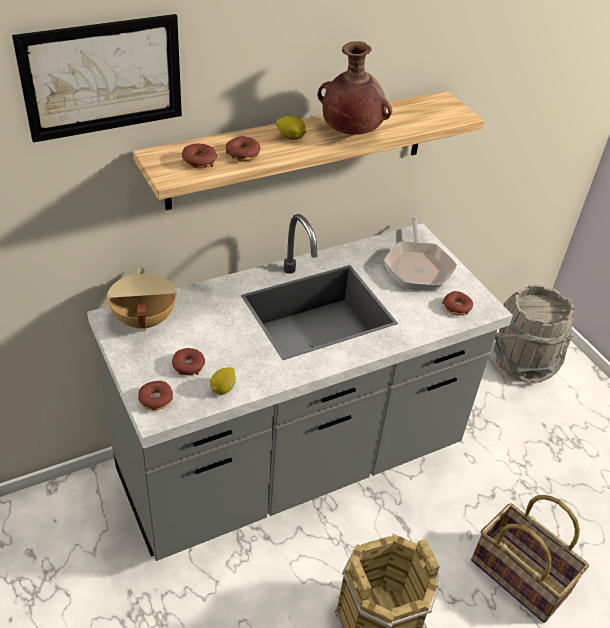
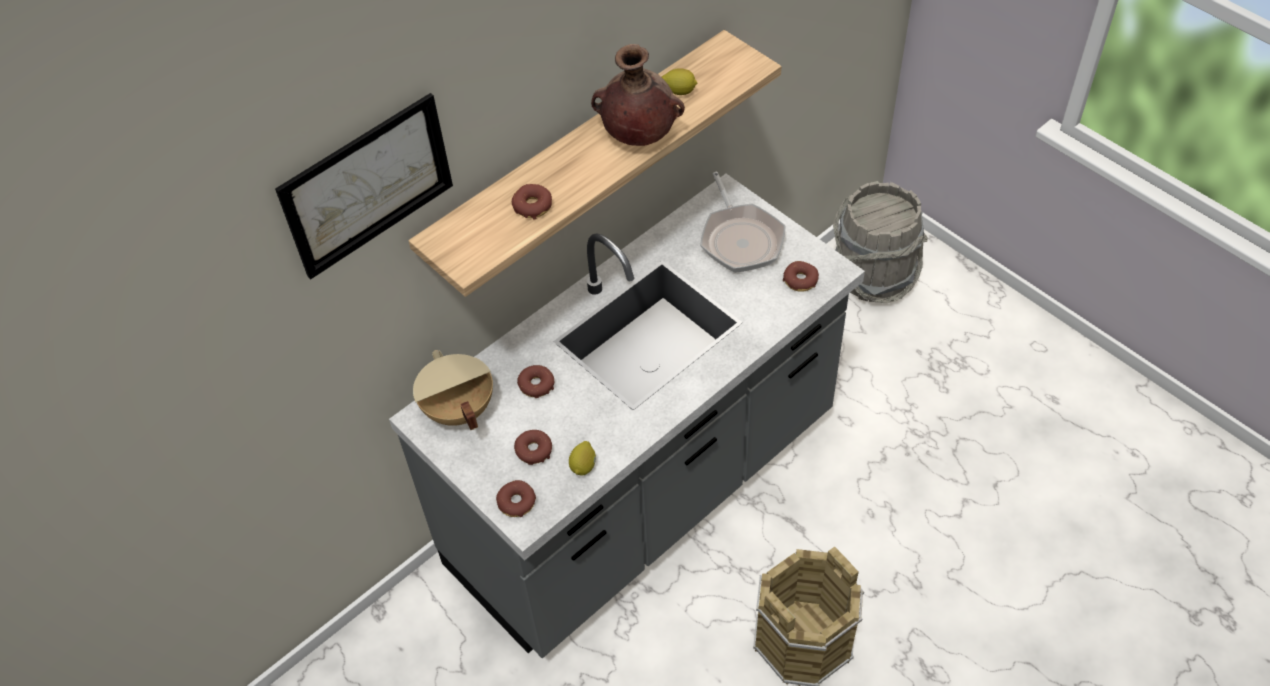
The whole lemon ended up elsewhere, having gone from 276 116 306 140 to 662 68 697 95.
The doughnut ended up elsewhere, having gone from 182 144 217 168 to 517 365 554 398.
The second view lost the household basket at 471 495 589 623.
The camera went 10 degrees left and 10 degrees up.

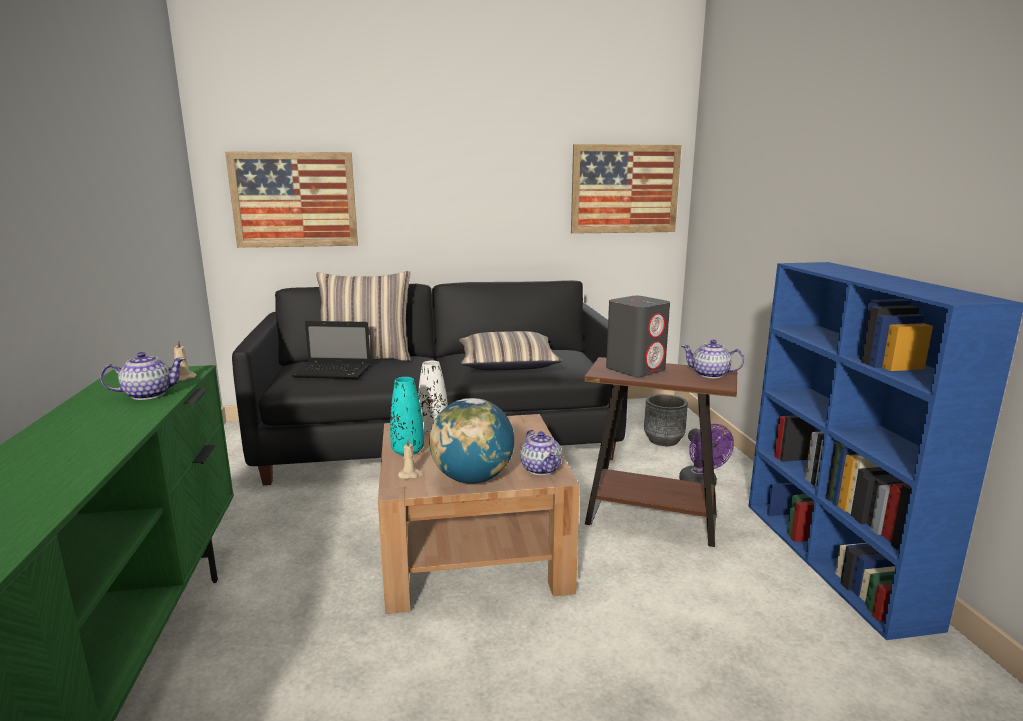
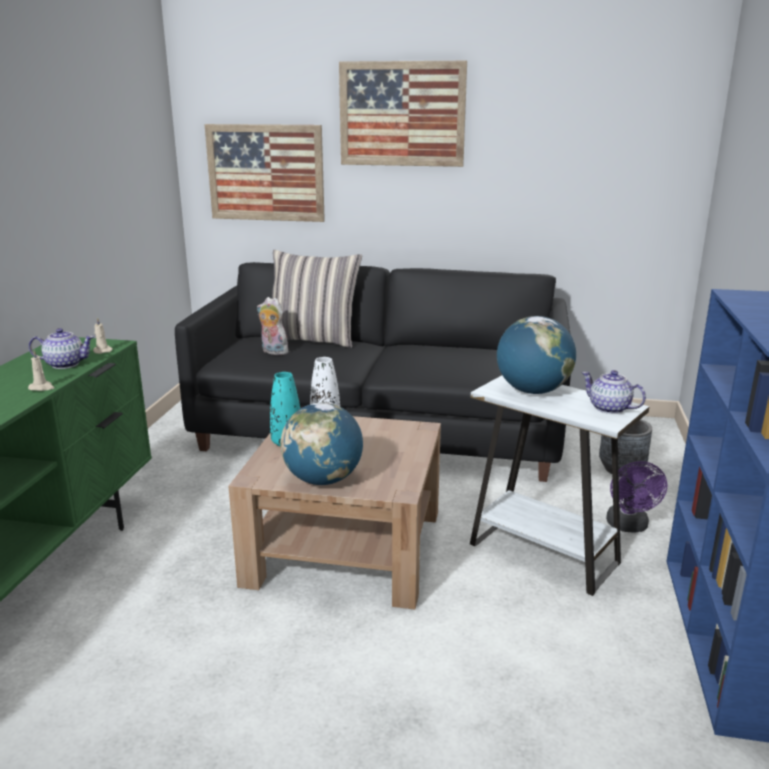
The picture ended up elsewhere, having gone from 571 144 681 234 to 339 61 467 167.
Where the grey speaker stood at 606 296 670 377, the world globe came to stand at 497 316 576 394.
Where the portable computer stood at 292 321 371 379, the soft toy came to stand at 257 297 290 355.
The second view lost the cushion at 459 331 562 370.
What was the brown-coloured accent table at 584 357 737 547 turned into the white accent table at 470 375 649 596.
The second view lost the teapot at 520 430 562 475.
The sand-coloured wax light ended up elsewhere, having gone from 398 438 424 479 to 28 350 55 391.
The camera went 20 degrees right and 5 degrees up.

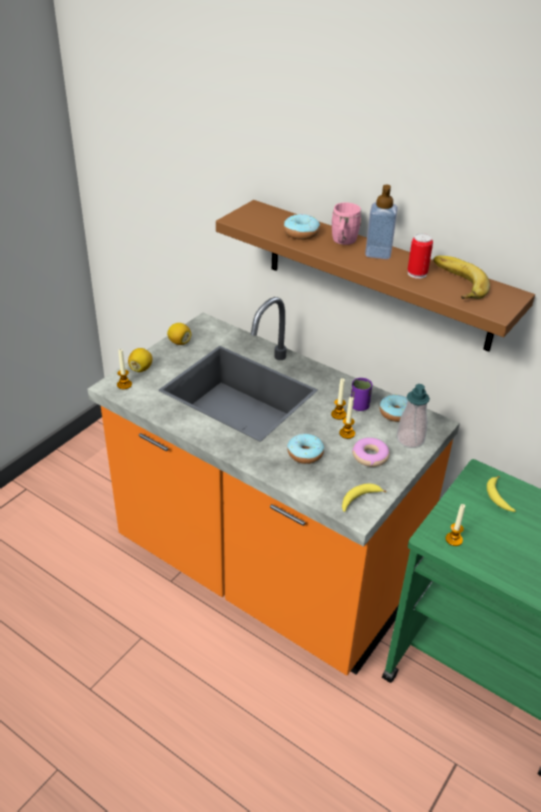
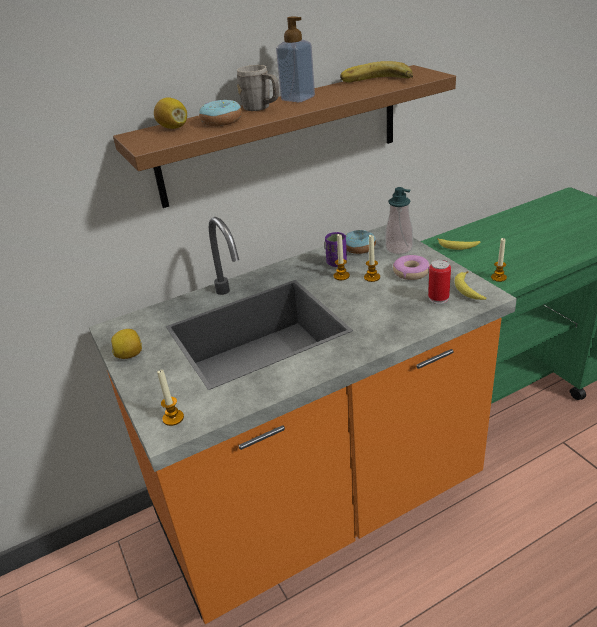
What was the pink-coloured tea mug at 332 202 361 245 turned into the grey tea mug at 237 65 279 111.
The sealed can ended up elsewhere, having gone from 407 233 433 279 to 428 259 451 304.
The whole lemon ended up elsewhere, having gone from 128 348 152 372 to 154 97 187 129.
The second view lost the doughnut at 287 434 324 464.
The camera went 60 degrees left and 5 degrees down.

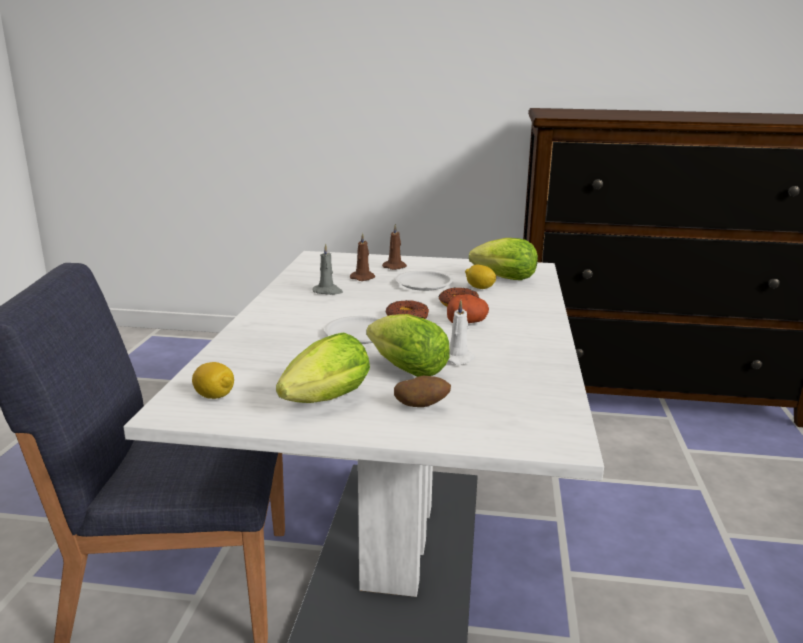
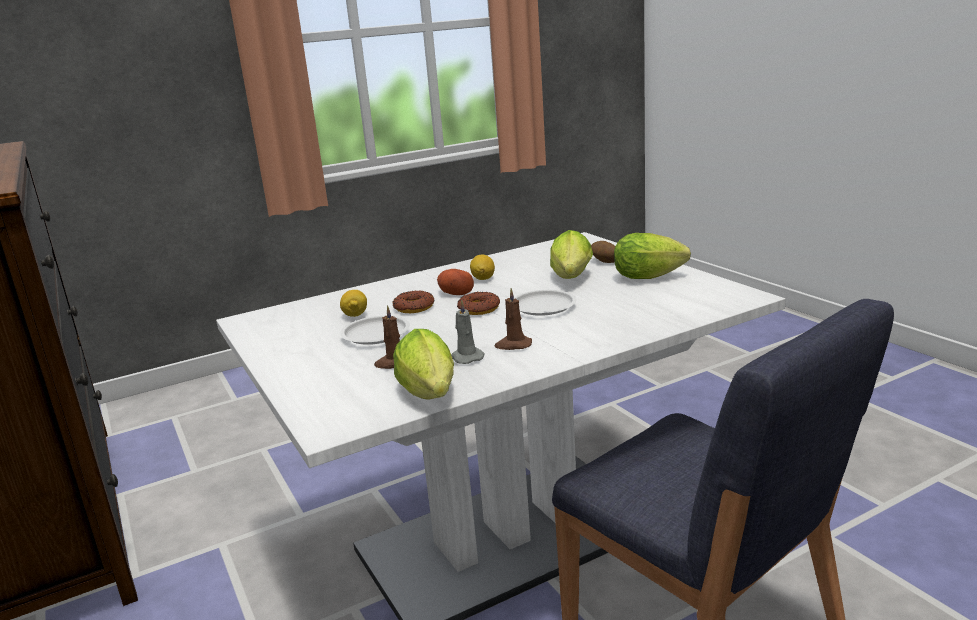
The brown-coloured wax light ended up elsewhere, having gone from 382 224 407 270 to 495 288 532 350.
The lettuce head ended up elsewhere, having gone from 469 238 538 280 to 393 329 454 400.
The second view lost the white wax light at 448 300 475 365.
The whole lemon ended up elsewhere, having gone from 192 362 234 399 to 470 255 495 280.
The camera went 125 degrees left and 0 degrees up.

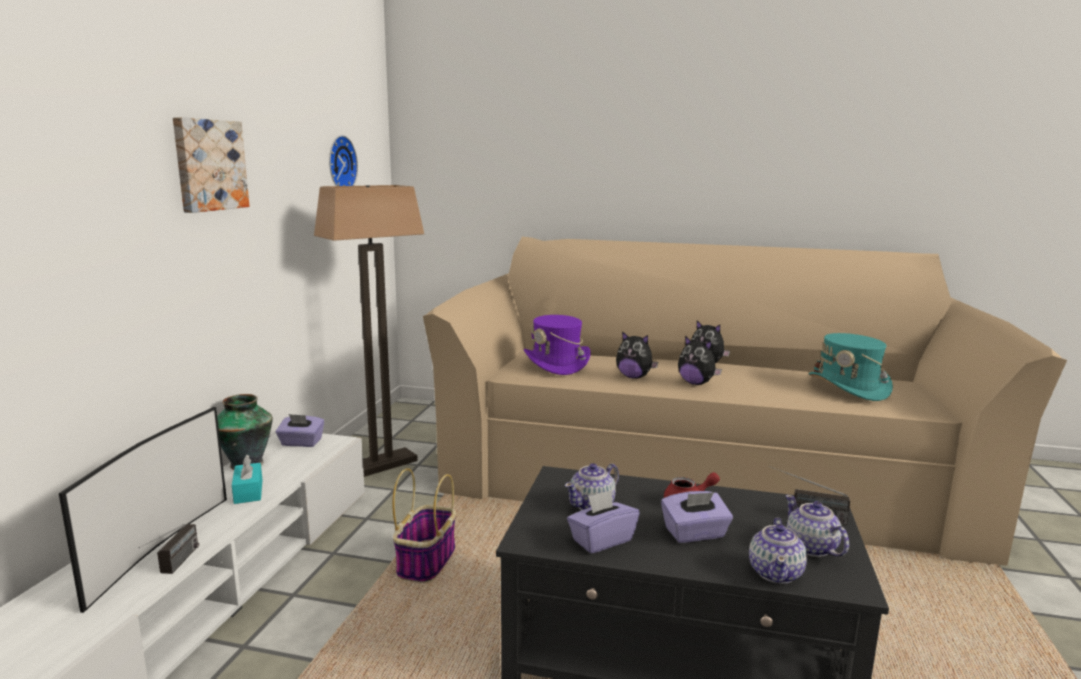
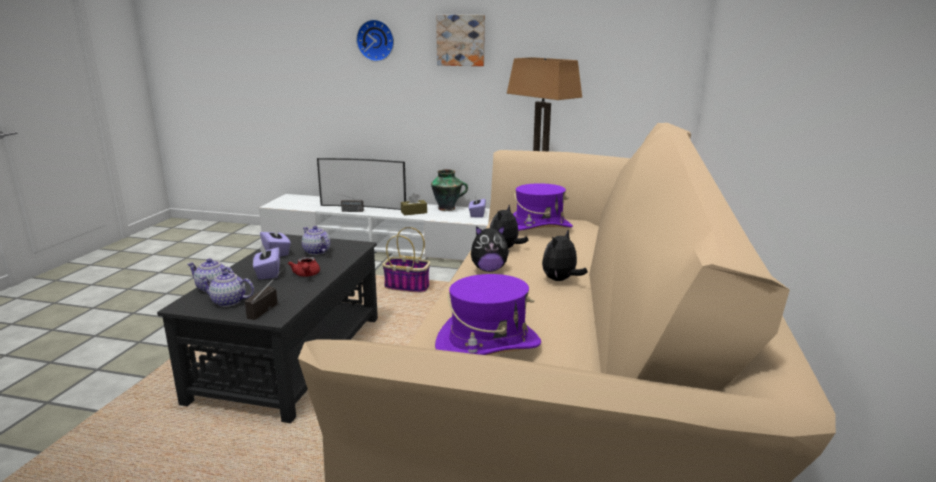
The clock on the wall ended up elsewhere, having gone from 329 135 358 186 to 356 19 394 62.
What was the blue-green clothing hat at 809 333 893 401 turned into the purple-coloured clothing hat at 435 274 541 355.
The soft toy at 678 336 722 385 ended up facing another way, 135 degrees counterclockwise from before.
What was the blue-green tissue holder at 232 455 262 504 turned into the brown-coloured tissue holder at 401 193 427 215.
The teapot at 785 495 849 557 ended up facing another way, 150 degrees counterclockwise from before.
The camera went 90 degrees right and 5 degrees up.

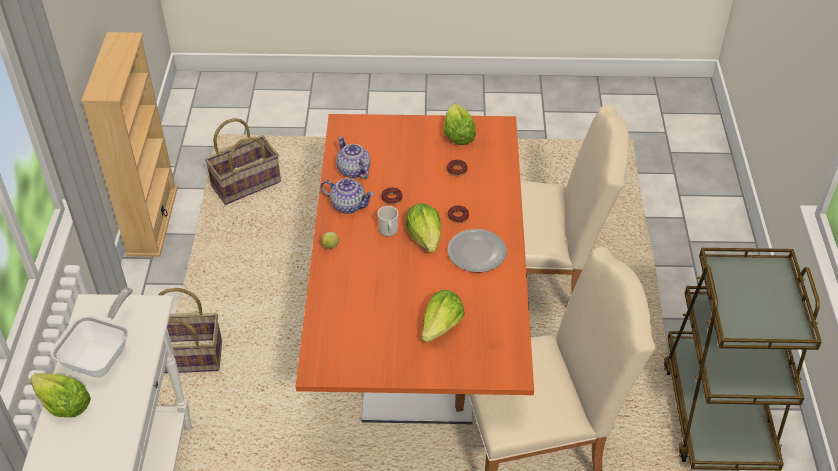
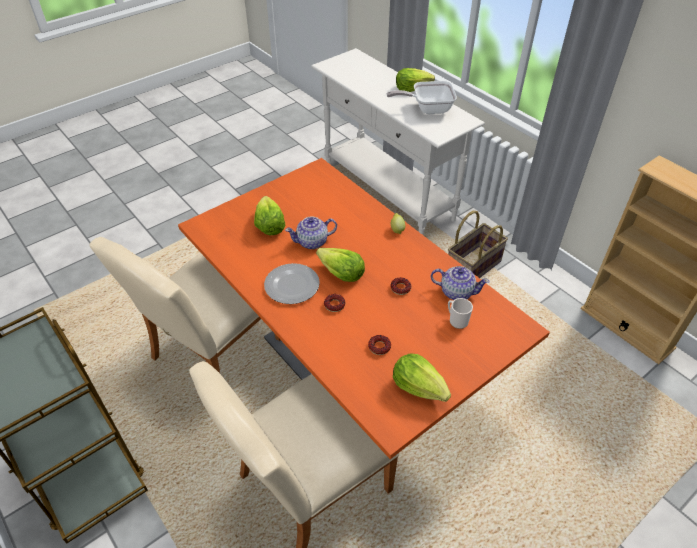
The second view lost the household basket at 205 118 281 205.
The teapot ended up elsewhere, having gone from 321 178 374 214 to 285 216 337 249.
The tea mug ended up elsewhere, having gone from 377 206 398 237 to 448 298 473 329.
The skillet at 51 287 133 378 ended up facing another way, 105 degrees clockwise from before.
The camera went 140 degrees right and 0 degrees up.

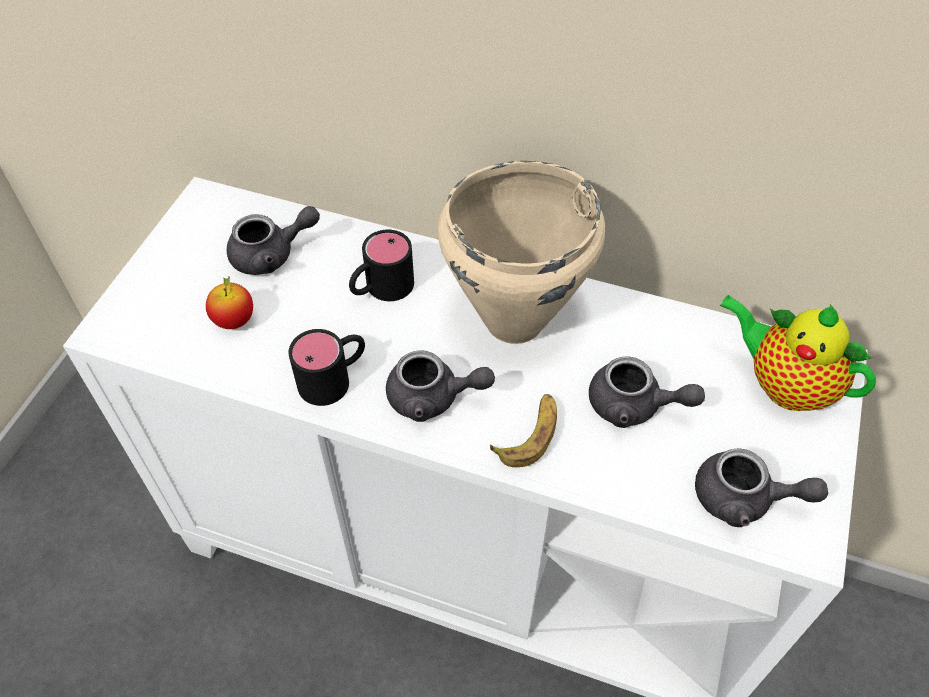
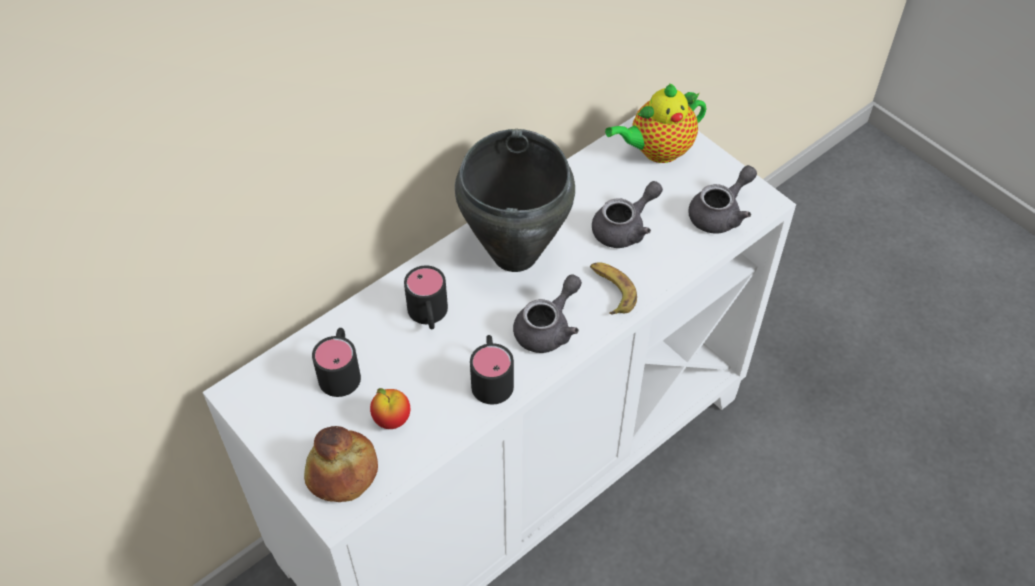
What was the sand-coloured saucepot at 438 161 605 344 turned into the black-coloured saucepot at 455 129 575 272.
Where the grey teapot stood at 227 206 320 275, the black-coloured tea mug came to stand at 312 328 361 397.
The second view gained the bakery bread at 304 426 378 502.
The camera went 60 degrees left and 0 degrees up.

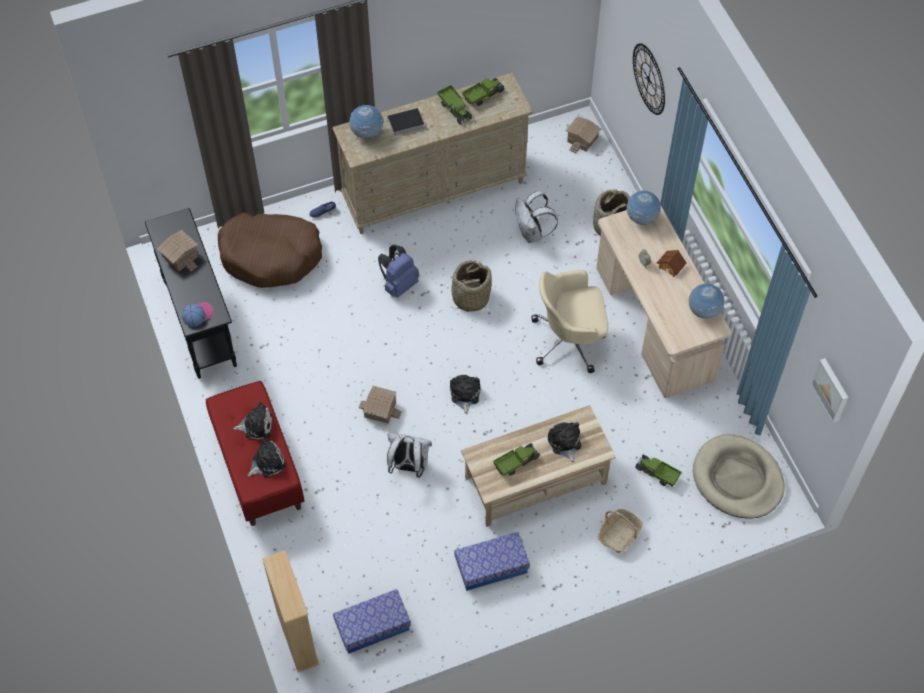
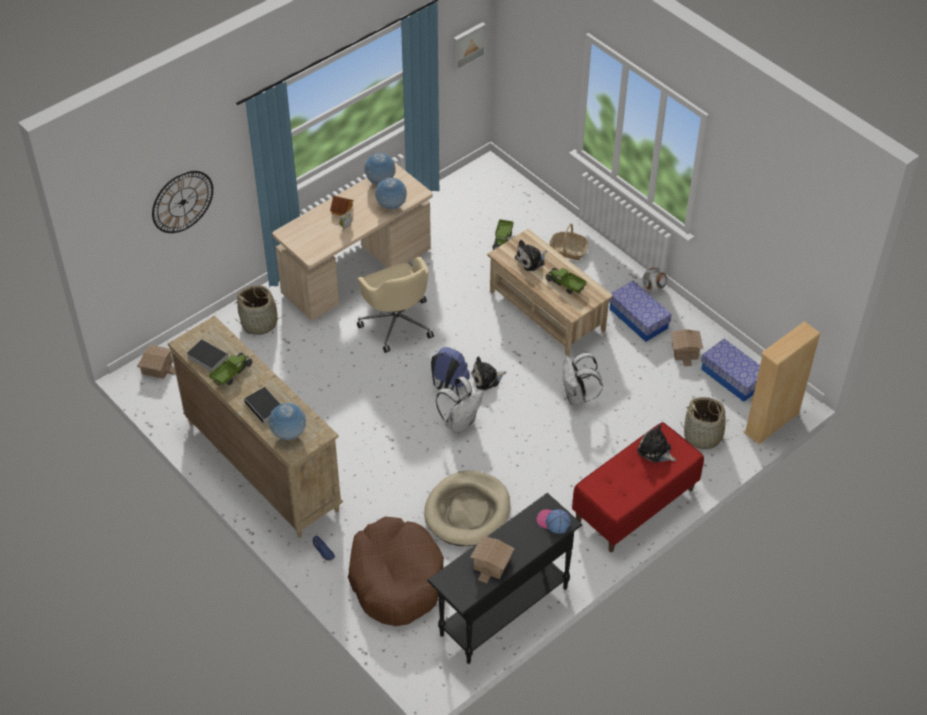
Where the toy truck stood at 462 78 504 106, the book came to stand at 187 339 228 372.
The white backpack ended up elsewhere, having gone from 515 191 558 243 to 436 377 483 433.
The world globe ended up elsewhere, having gone from 627 191 661 225 to 375 178 407 209.
The blue-coloured backpack ended up elsewhere, having gone from 378 244 419 298 to 431 347 470 390.
The household basket ended up elsewhere, having gone from 450 260 492 312 to 681 397 729 449.
The toy house ended up elsewhere, having gone from 359 386 402 424 to 670 329 703 366.
The second view lost the soft toy at 233 402 273 440.
The sand-coloured pet bed ended up elsewhere, having gone from 693 434 785 518 to 424 470 510 546.
The second view gained the football at 643 267 667 292.
The camera went 110 degrees left and 10 degrees down.

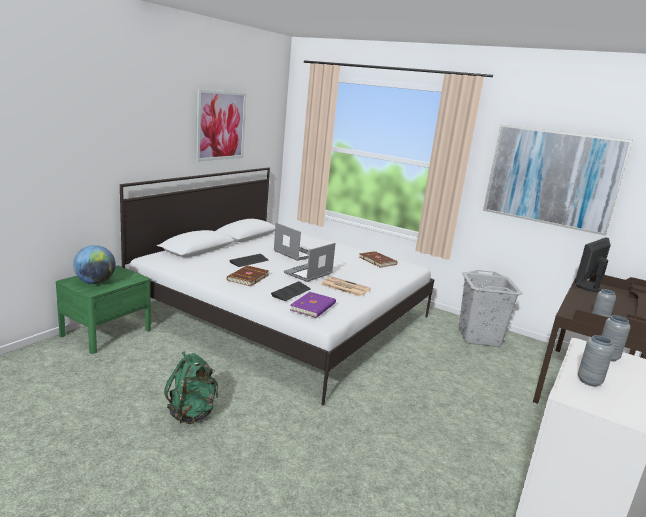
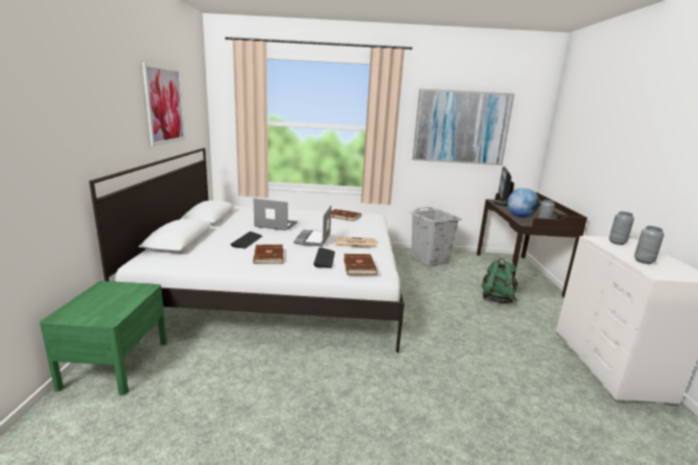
The world globe ended up elsewhere, having gone from 73 245 116 284 to 507 188 540 218.
What was the purple-coloured book at 290 292 336 318 turned into the brown-coloured book at 344 254 378 275.
The greenish backpack ended up elsewhere, having gone from 164 352 218 424 to 481 258 518 303.
The camera went 30 degrees left and 0 degrees up.

